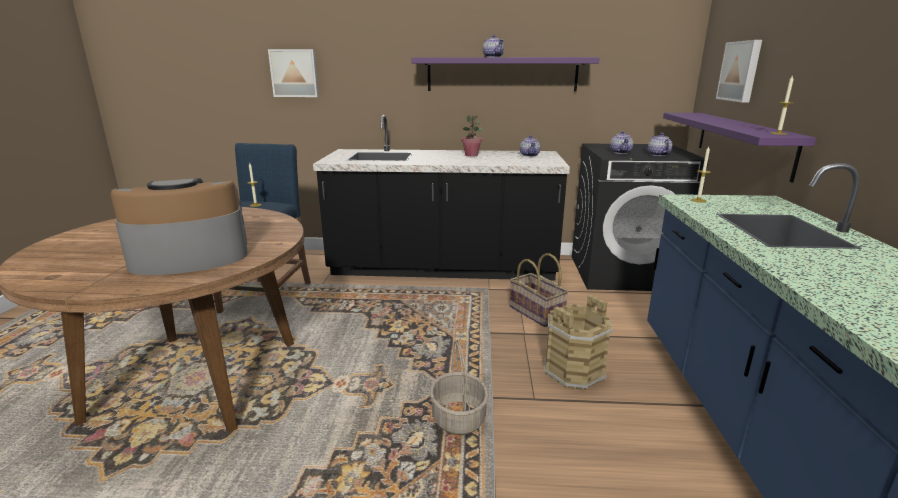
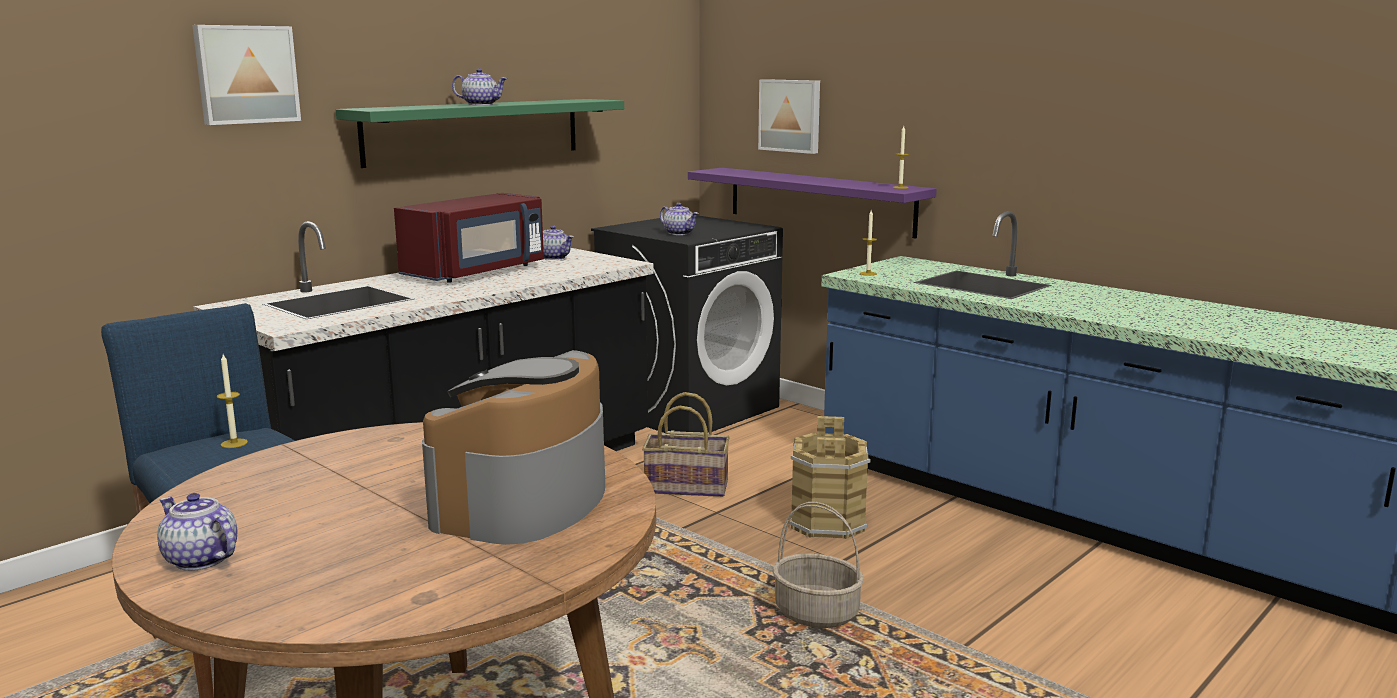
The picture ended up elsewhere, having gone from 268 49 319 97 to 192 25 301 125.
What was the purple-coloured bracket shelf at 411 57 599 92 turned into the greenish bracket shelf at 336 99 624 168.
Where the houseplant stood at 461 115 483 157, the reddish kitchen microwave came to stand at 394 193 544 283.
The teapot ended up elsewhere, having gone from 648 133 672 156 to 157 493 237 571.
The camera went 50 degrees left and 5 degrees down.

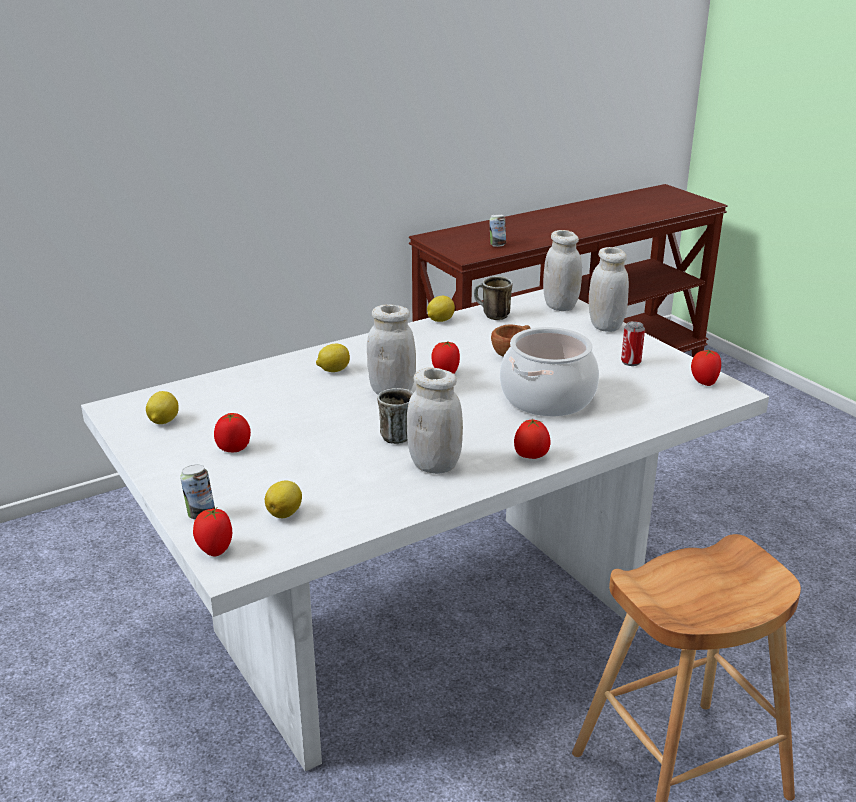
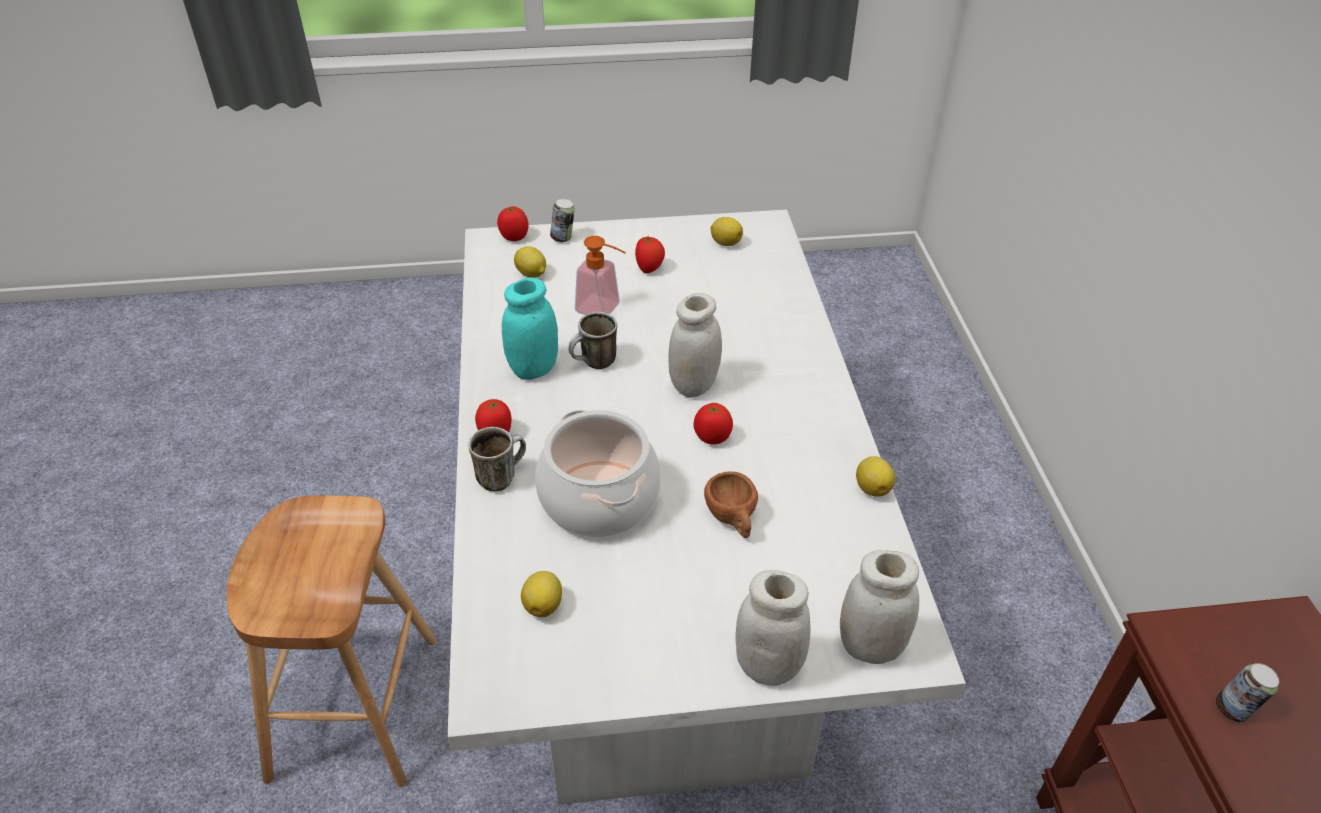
The tea mug ended up elsewhere, having gone from 474 276 513 320 to 469 427 526 491.
The second view lost the sealed can at 621 321 645 366.
The whole lemon ended up elsewhere, having gone from 316 344 350 372 to 521 571 562 617.
The second view lost the fresh tomato at 691 349 721 386.
What was the white jar at 407 368 463 474 turned into the blue-green jar at 502 278 558 380.
The second view gained the soap bottle at 575 236 626 315.
The camera went 115 degrees right and 15 degrees up.

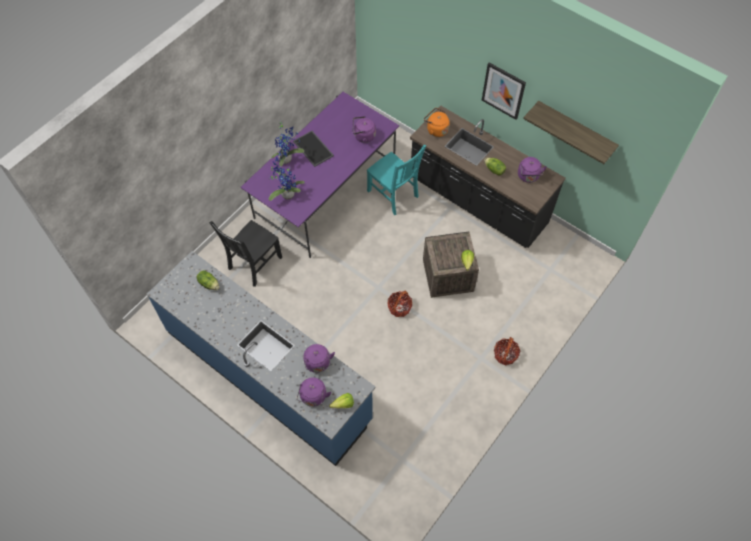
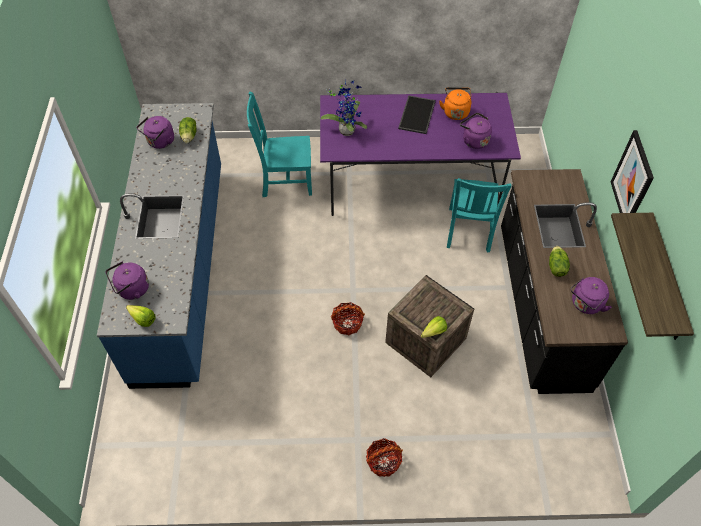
The orangey tea kettle ended up elsewhere, having gone from 424 108 449 137 to 439 87 472 120.
The second view lost the houseplant at 271 122 304 166.
What was the black-coloured plain chair at 209 220 282 287 turned into the blue-green plain chair at 247 92 312 197.
The purple-coloured tea kettle ended up elsewhere, having gone from 303 344 335 373 to 137 116 174 149.
The camera went 50 degrees right and 5 degrees down.

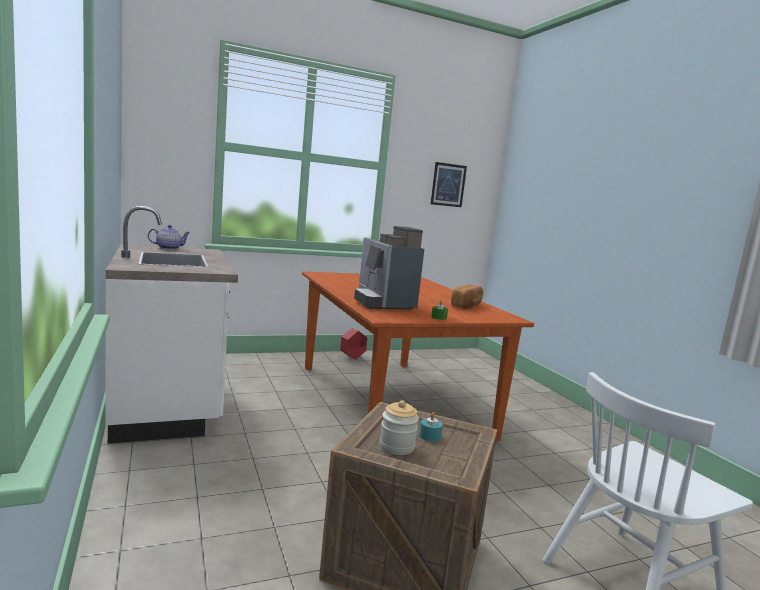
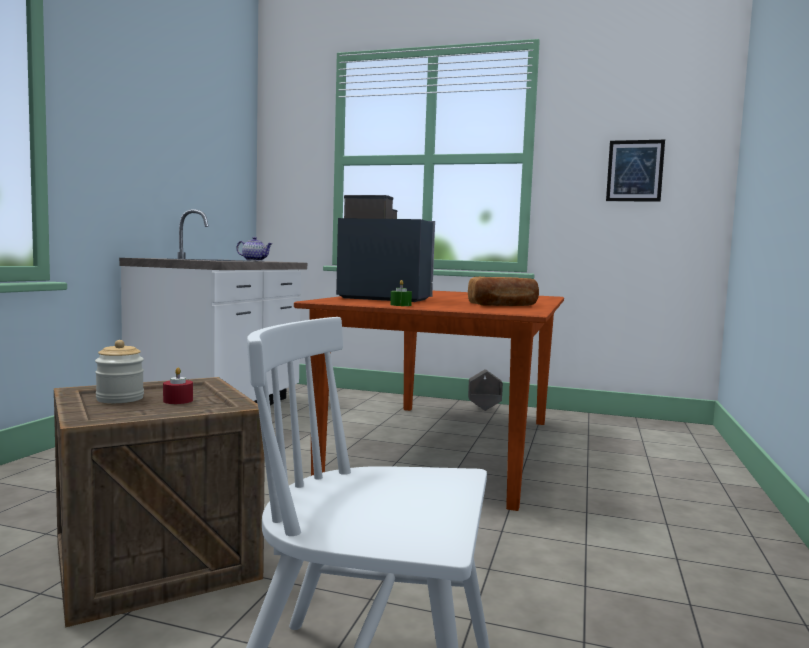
The coffee brewer at 354 226 424 309 ended up facing another way, 90 degrees clockwise from before.
What was the reddish planter at 340 328 368 360 turned into the grey planter at 468 369 503 411.
What was the blue-green wax light at 419 412 443 442 turned into the reddish wax light at 163 368 193 404.
The camera went 40 degrees right and 5 degrees down.

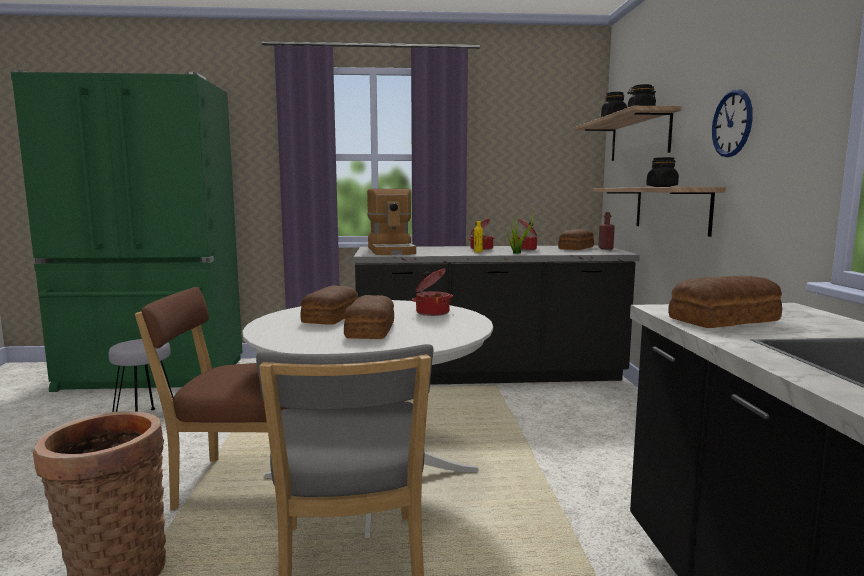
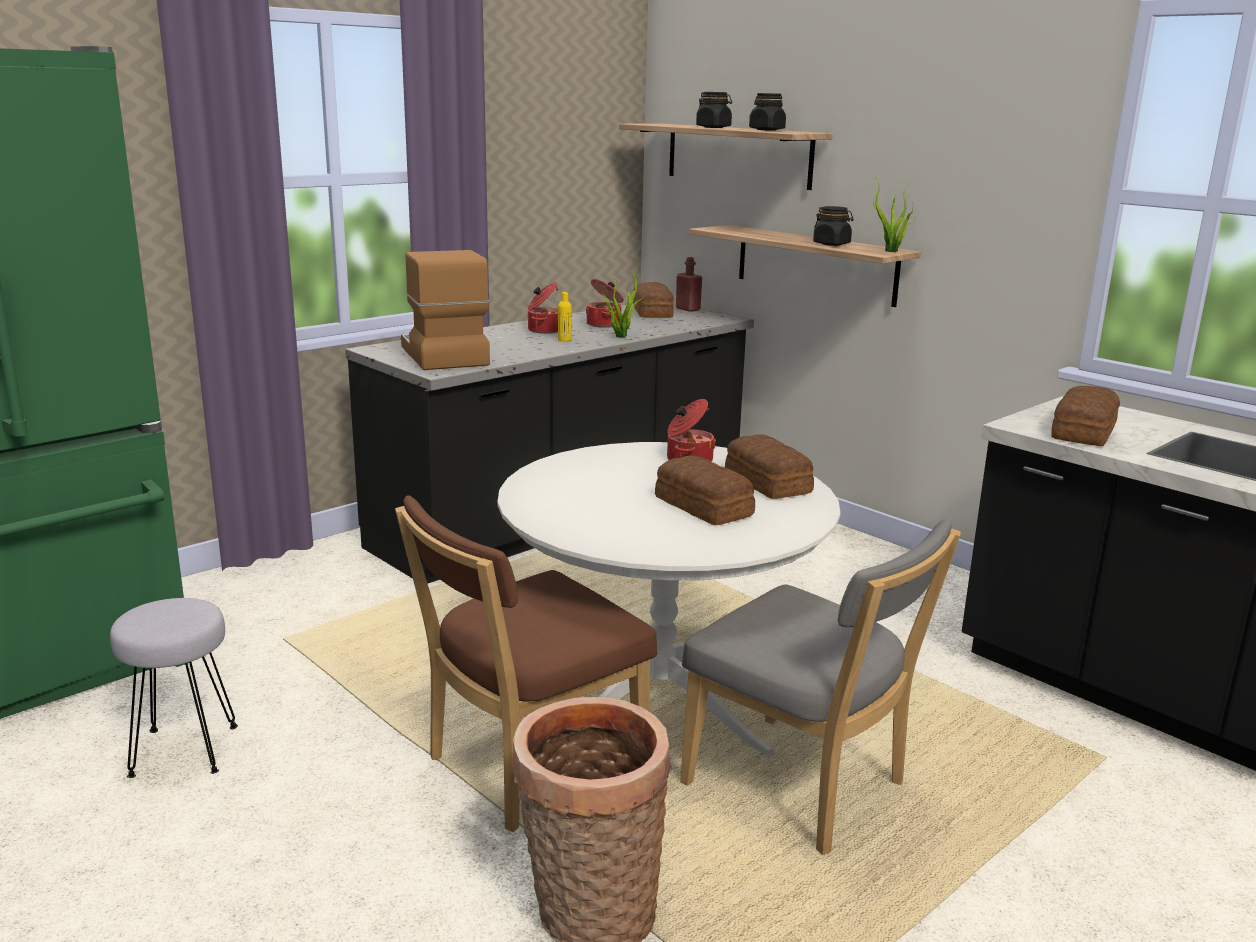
The second view lost the clock on the wall at 712 90 753 157.
The coffee brewer at 367 189 416 255 ended up facing another way, 150 degrees counterclockwise from before.
The bakery bread ended up elsewhere, having gone from 301 285 358 325 to 725 434 814 499.
The second view gained the houseplant at 873 175 915 252.
The camera went 40 degrees left and 10 degrees up.

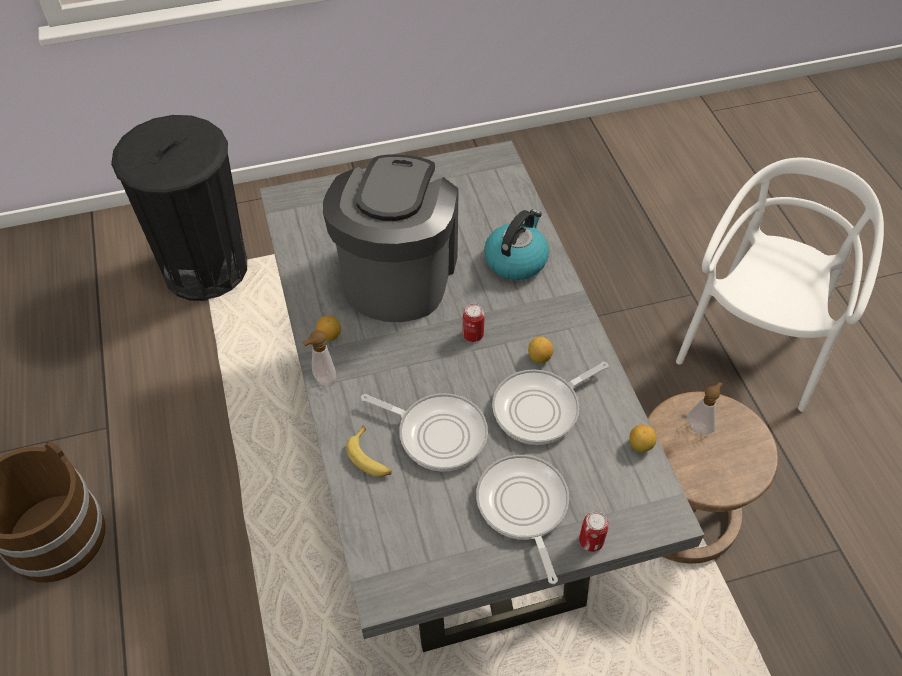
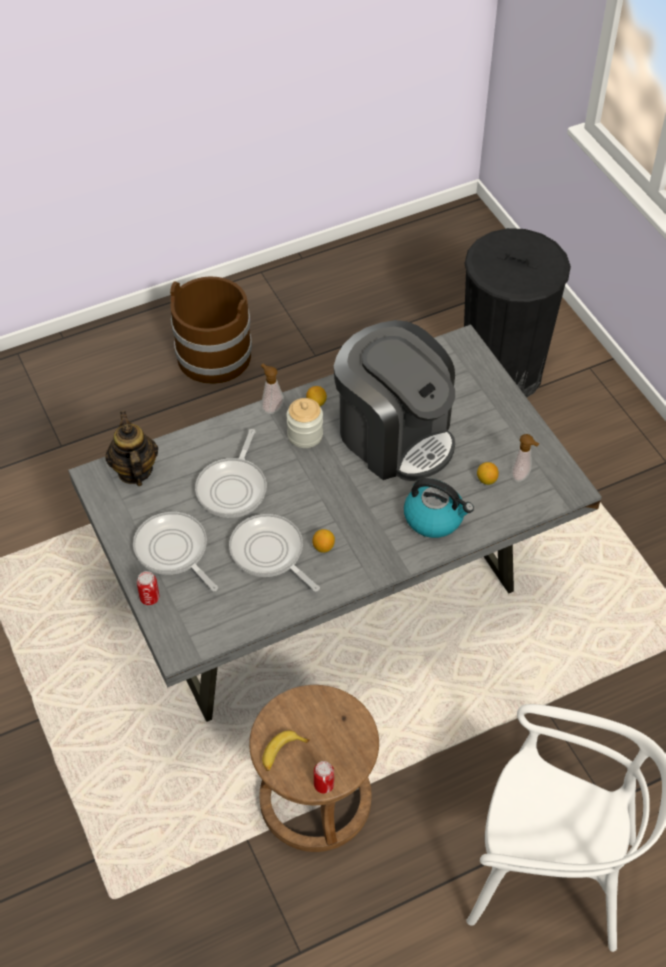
The coffee brewer at 323 155 458 322 ended up facing another way, 45 degrees clockwise from before.
The sealed can ended up elsewhere, having gone from 462 304 485 342 to 314 761 334 793.
The soap bottle ended up elsewhere, having gone from 687 382 723 435 to 511 434 540 482.
The whole lemon ended up elsewhere, having gone from 629 425 657 452 to 477 462 499 485.
The whole banana ended up elsewhere, having gone from 346 426 392 477 to 262 730 310 771.
The skillet at 476 455 569 584 ended up facing another way, 105 degrees counterclockwise from before.
The second view gained the jar at 287 398 323 448.
The second view gained the teapot at 105 411 158 486.
The camera went 80 degrees right and 0 degrees up.

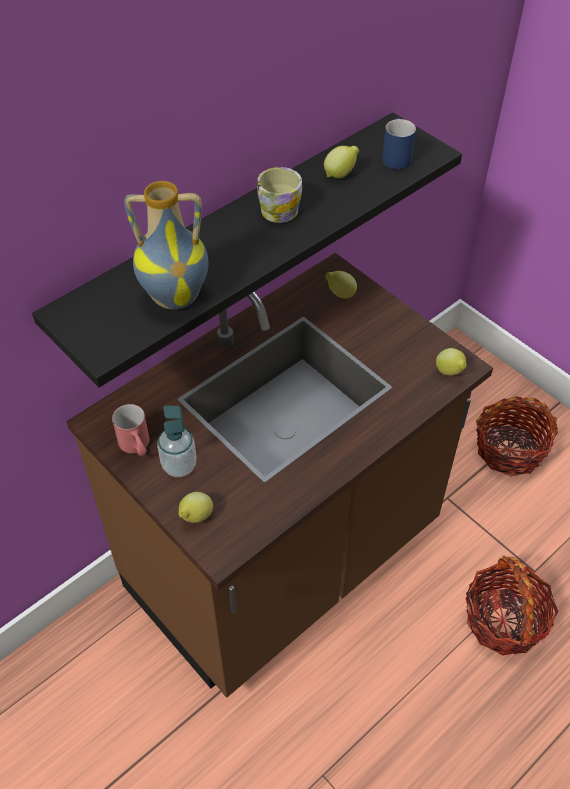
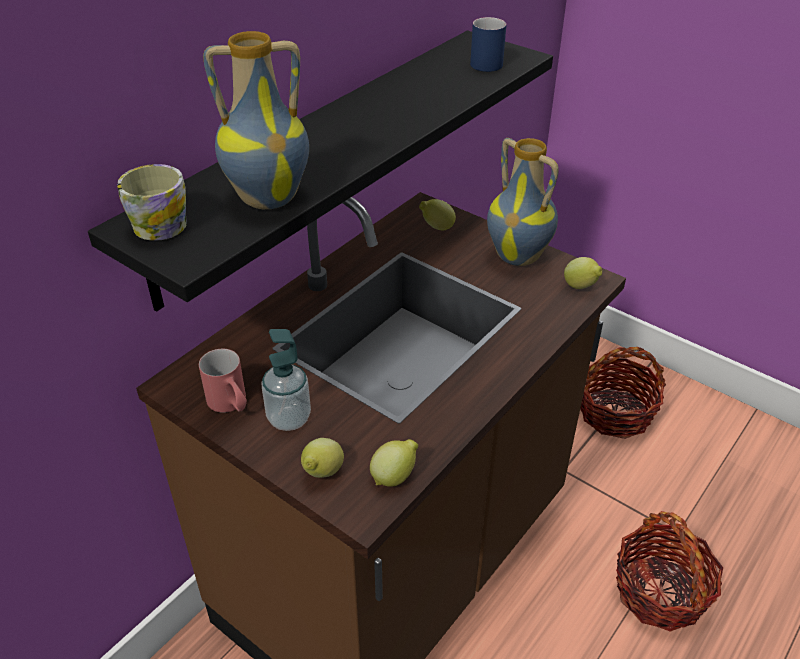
The whole lemon ended up elsewhere, having gone from 324 146 359 178 to 370 439 418 487.
The tea mug ended up elsewhere, having gone from 257 167 302 223 to 117 164 187 241.
The second view gained the flower vase at 487 138 559 266.
The camera went 10 degrees left and 10 degrees down.

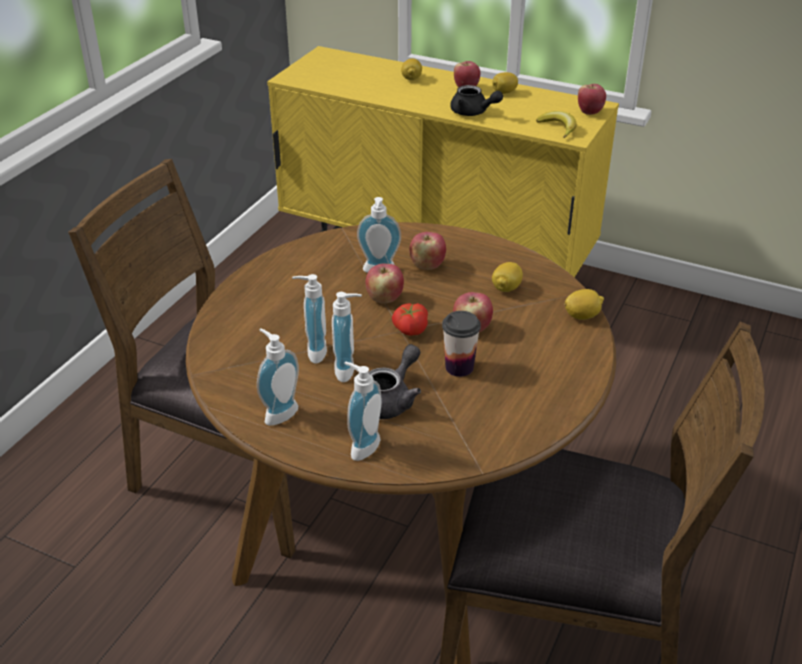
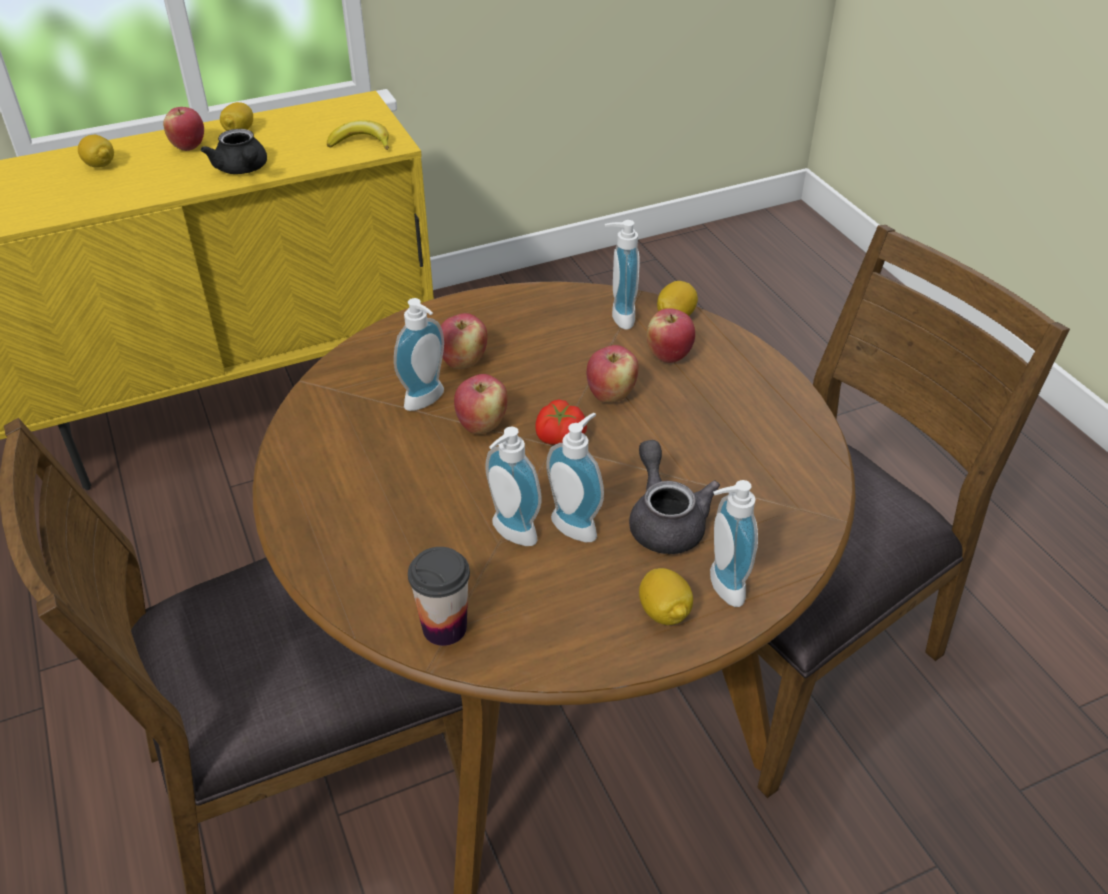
The whole apple ended up elsewhere, having gone from 578 84 606 115 to 647 308 695 363.
The black-coloured teapot at 450 85 503 116 ended up facing another way, 75 degrees clockwise from before.
The whole lemon ended up elsewhere, having gone from 492 262 523 292 to 639 568 693 625.
The drinking cup ended up elsewhere, having gone from 442 311 481 377 to 408 547 470 646.
The soap bottle ended up elsewhere, having gone from 257 328 299 426 to 605 220 640 330.
The camera went 50 degrees left and 5 degrees up.

